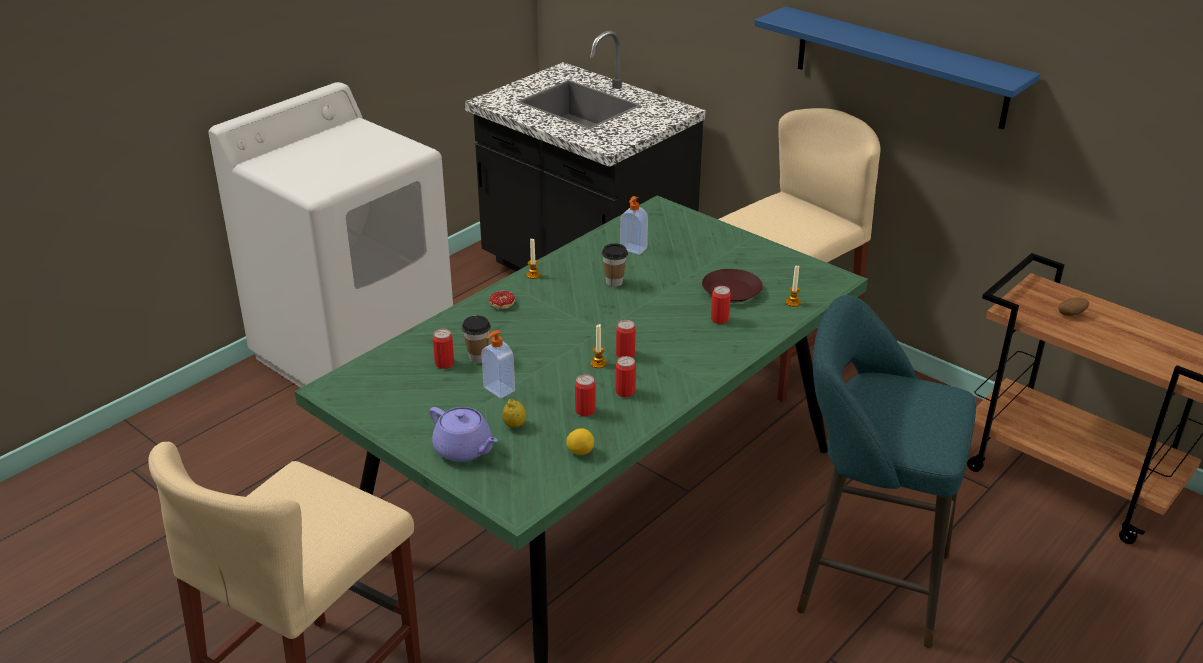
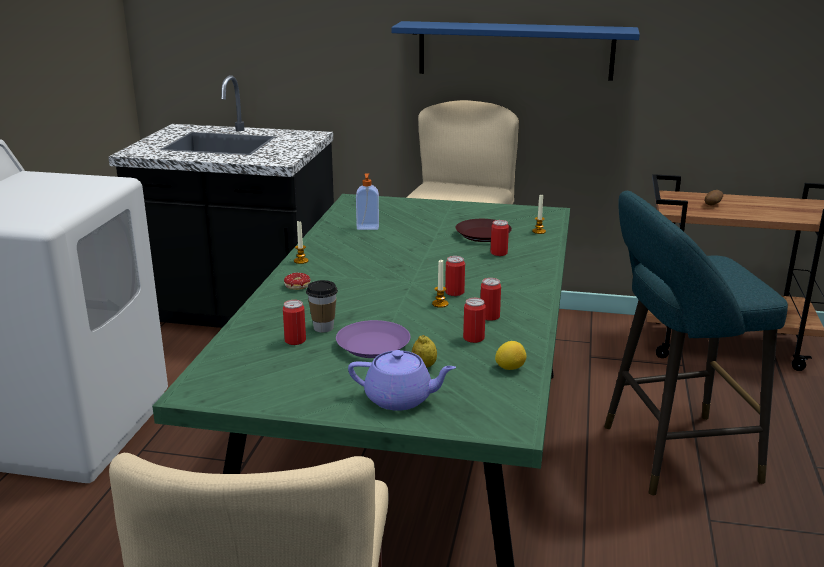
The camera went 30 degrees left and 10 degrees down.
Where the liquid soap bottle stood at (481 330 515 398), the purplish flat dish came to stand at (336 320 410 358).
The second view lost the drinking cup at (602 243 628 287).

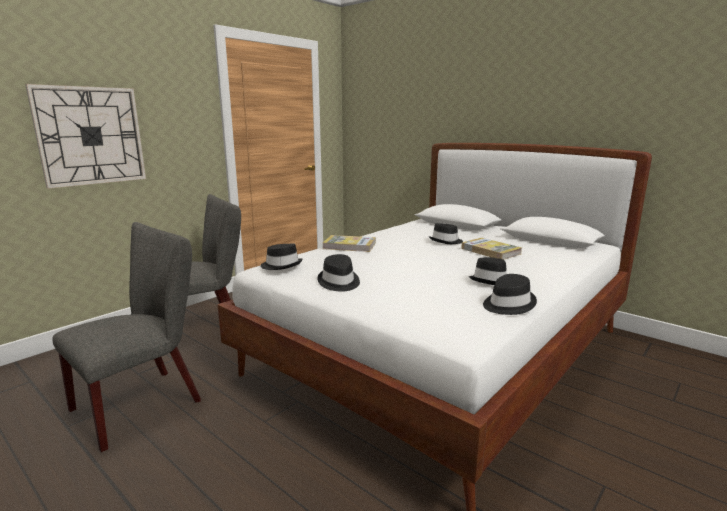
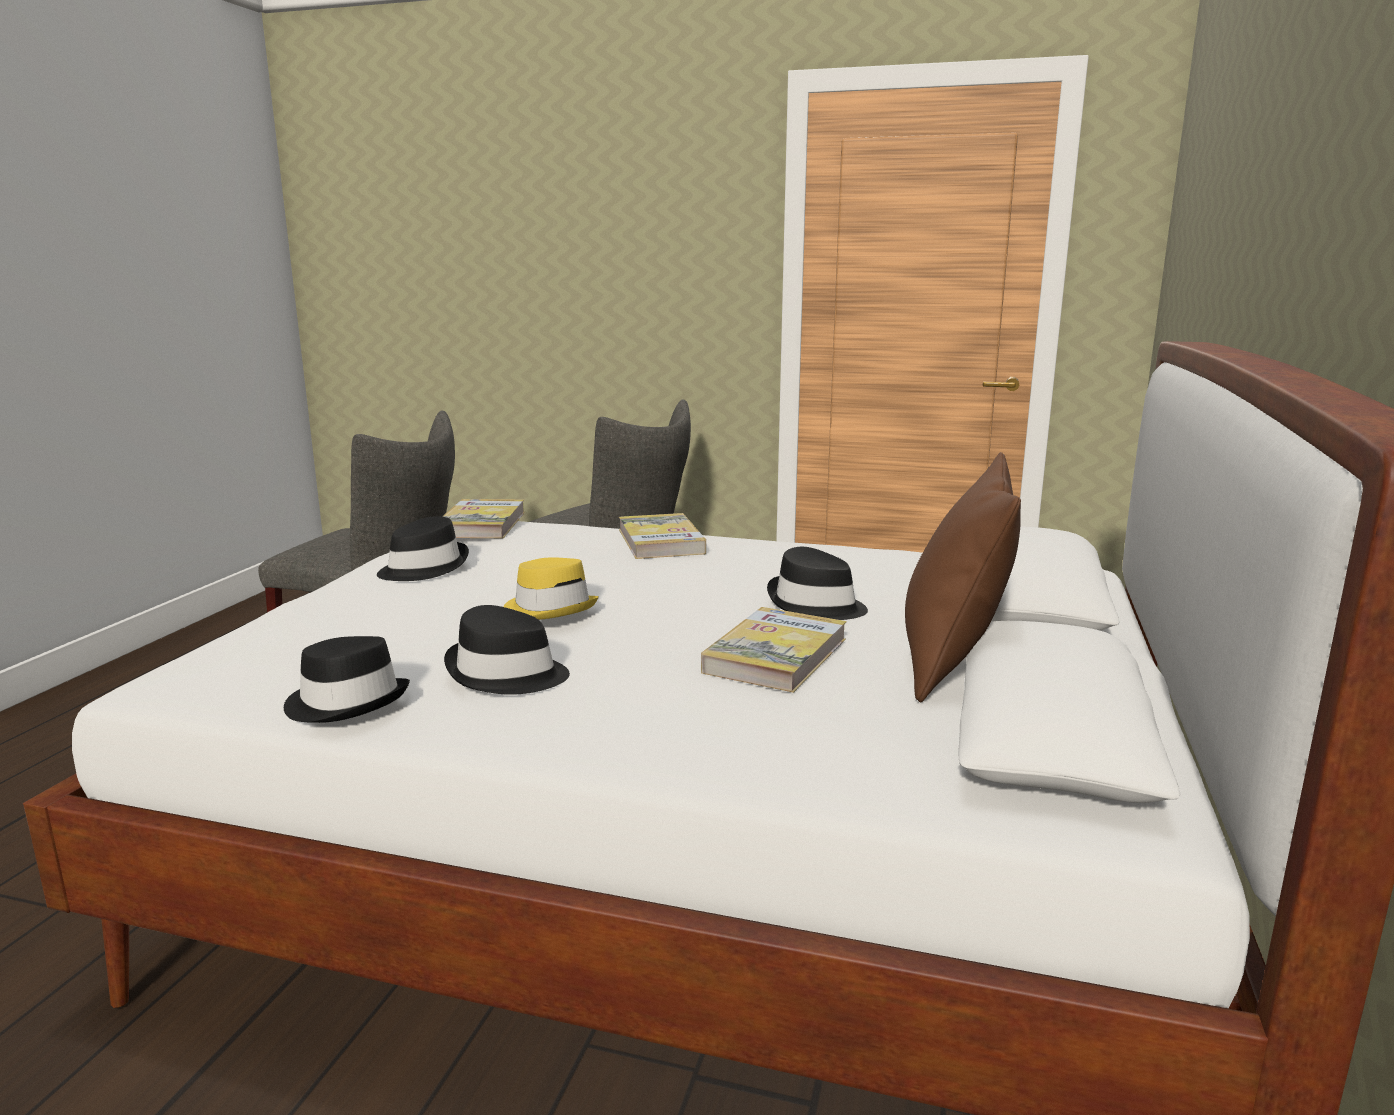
The camera went 65 degrees right and 0 degrees up.
Where the black hat stood at (261 244 302 270), the book came to stand at (442 499 525 538).
The second view gained the yellow-coloured hat at (503 557 599 620).
The second view gained the brownish pillow at (905 452 1021 703).
The second view lost the clock on the wall at (25 84 146 189).

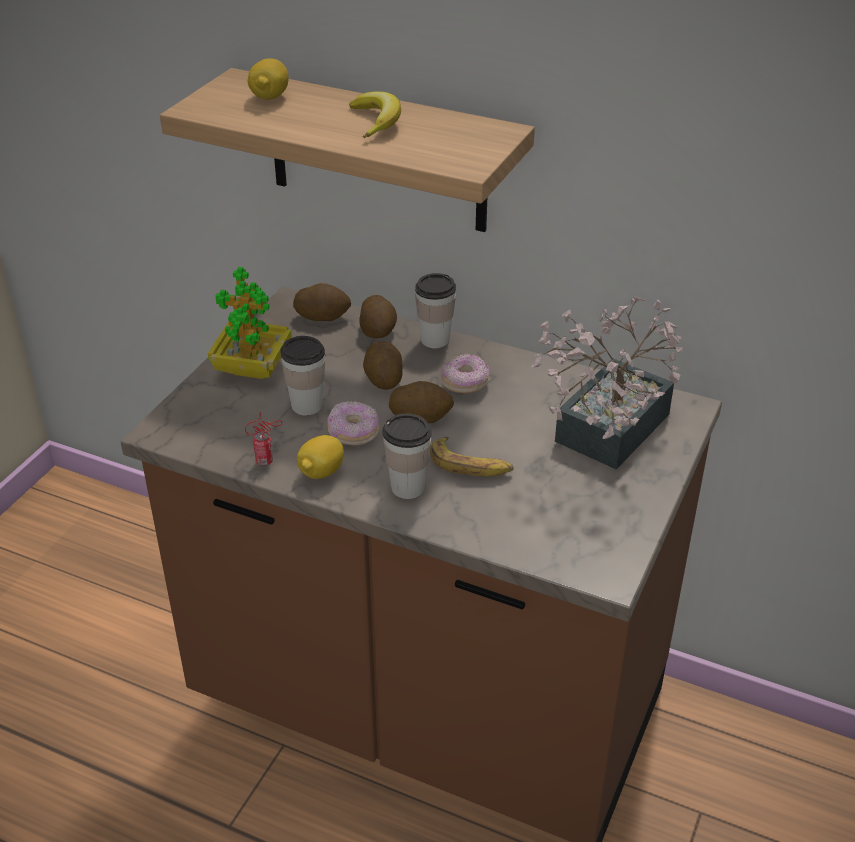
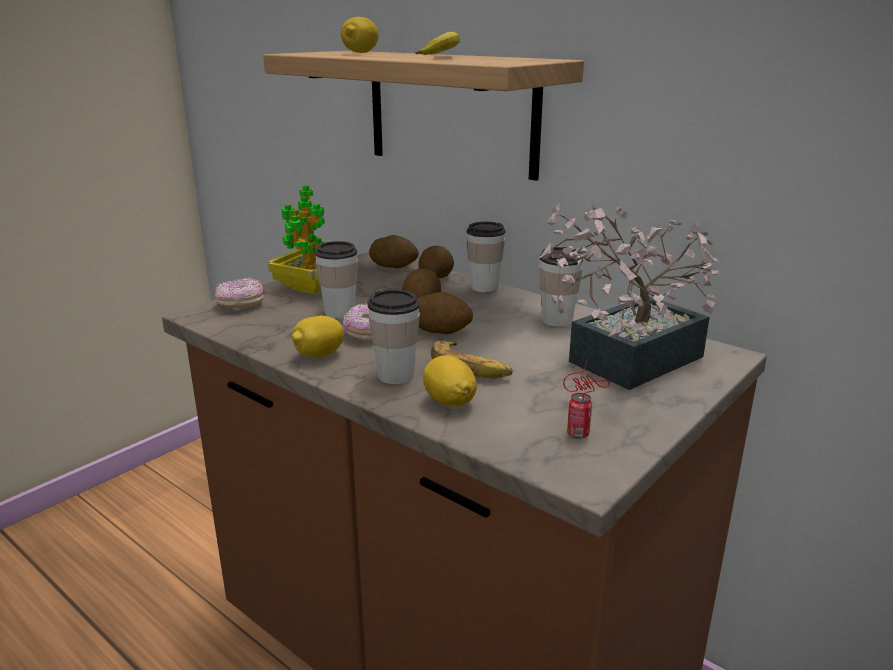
The camera went 15 degrees right and 15 degrees down.
The ring doughnut ended up elsewhere, having gone from (441 353 490 393) to (215 278 265 308).
The second view gained the citrus fruit at (423 355 477 407).
The second view gained the drinking cup at (539 247 583 327).
The can ended up elsewhere, having gone from (245 412 282 466) to (563 361 610 439).

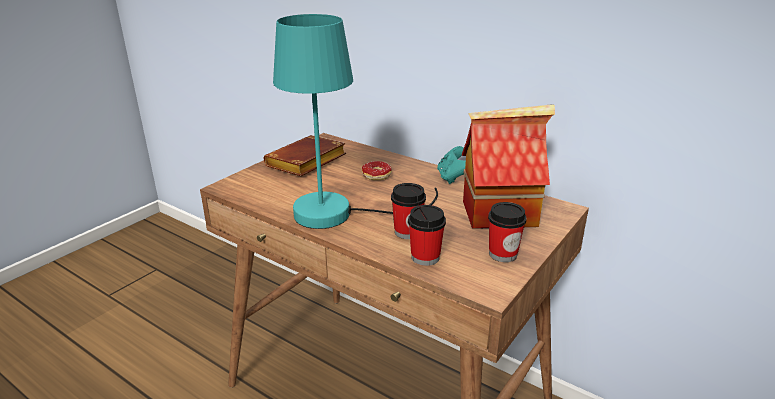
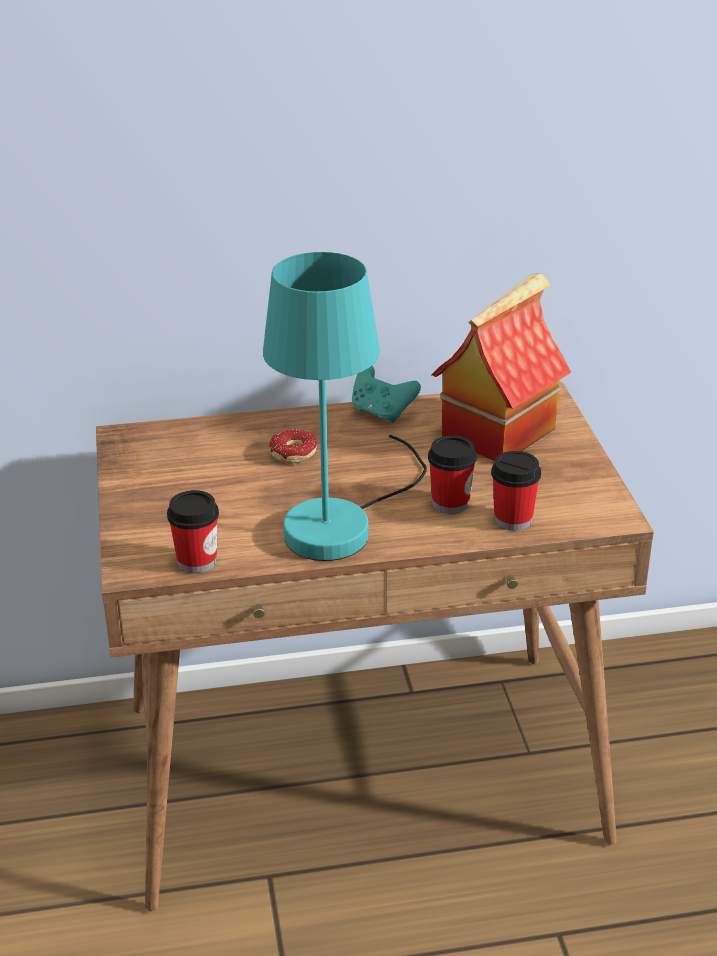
The camera went 45 degrees left and 5 degrees up.
The drinking cup ended up elsewhere, having gone from (488 202 527 262) to (167 490 219 573).
The second view lost the brownish book at (264 135 346 176).

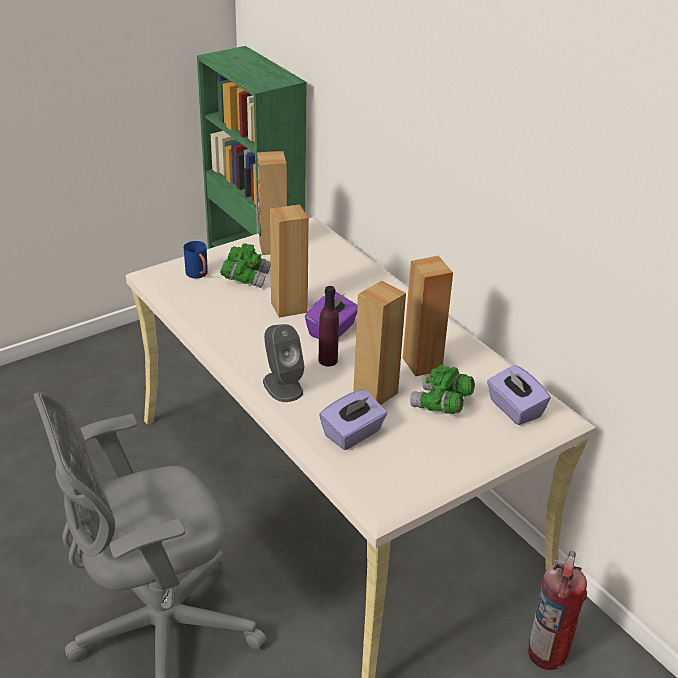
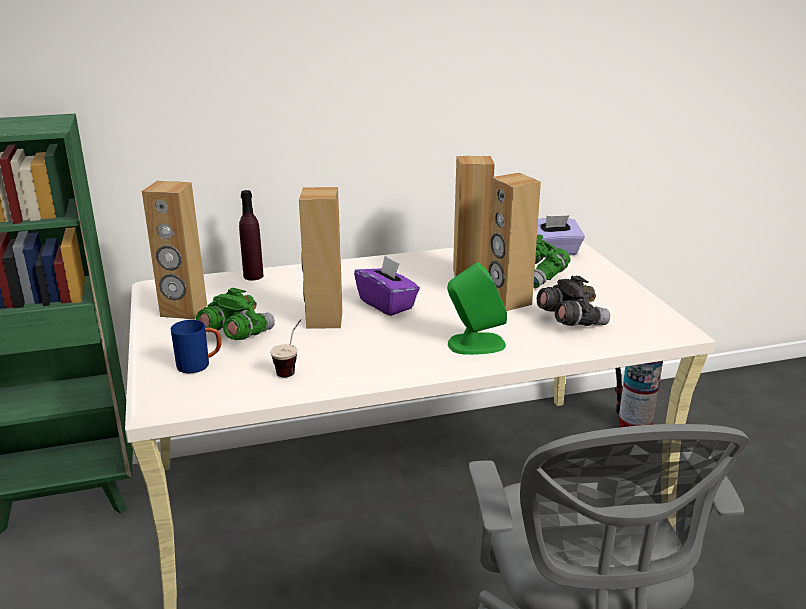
The camera went 70 degrees left and 10 degrees down.
The purplish beverage bottle ended up elsewhere, having gone from (319 286 339 366) to (239 190 263 280).
The second view gained the drinking cup at (270 319 301 378).
What was the greyish audio speaker at (263 324 305 402) turned into the green-coloured audio speaker at (447 262 507 355).
Where the purplish tissue holder stood at (319 389 387 450), the greyish binoculars came to stand at (536 276 610 326).

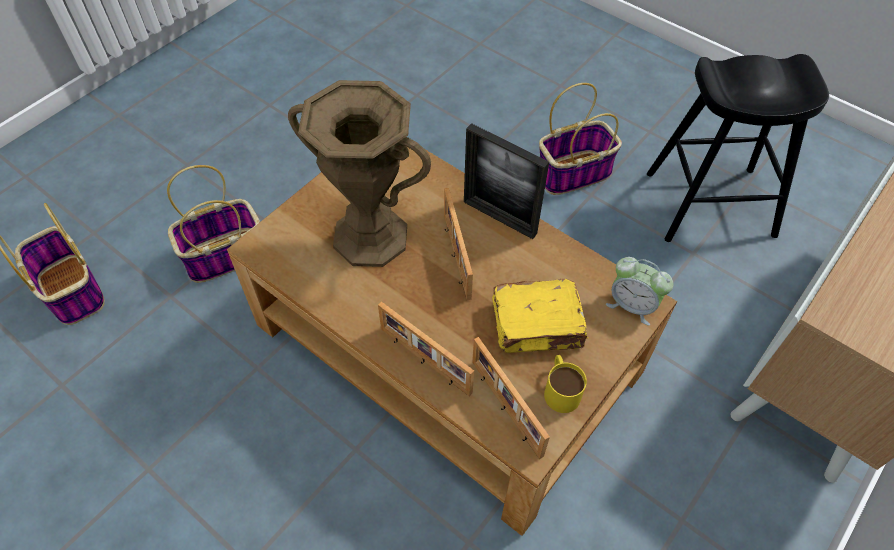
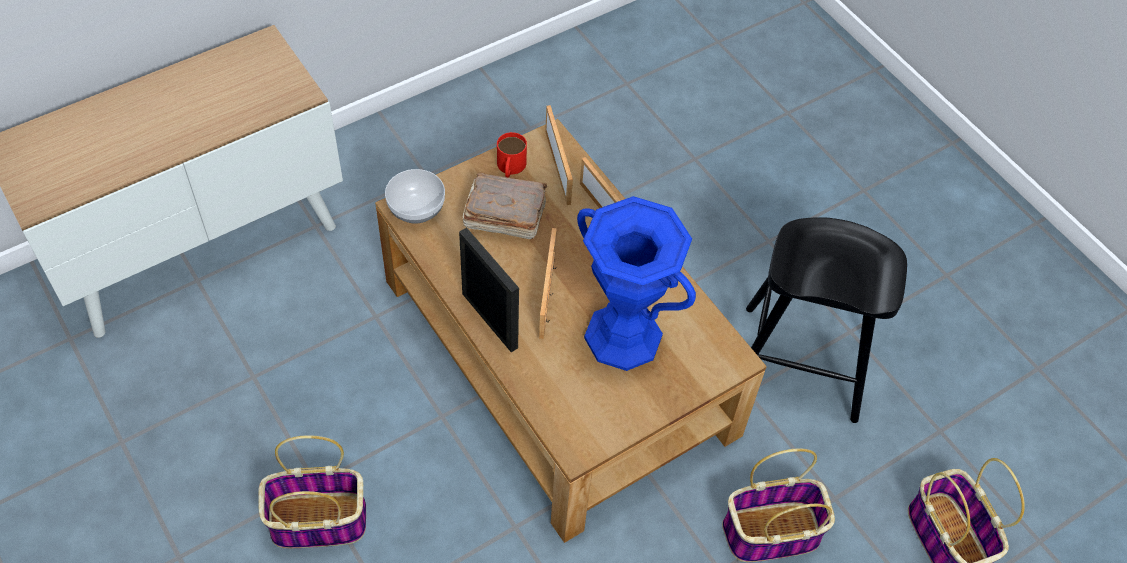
The camera went 165 degrees left and 0 degrees up.
Where the table clock stood at (606 257 673 326), the serving bowl came to stand at (385 169 445 223).
What was the yellow-coloured book at (492 279 588 353) turned into the brownish book at (462 172 547 239).
What was the yellow-coloured tea mug at (544 355 587 413) turned into the red tea mug at (497 132 527 178).
What was the brownish decorative vase at (288 80 431 267) turned into the blue-coloured decorative vase at (577 196 696 371).
The black sitting stool ended up elsewhere, having gone from (647 54 829 242) to (746 218 907 423).

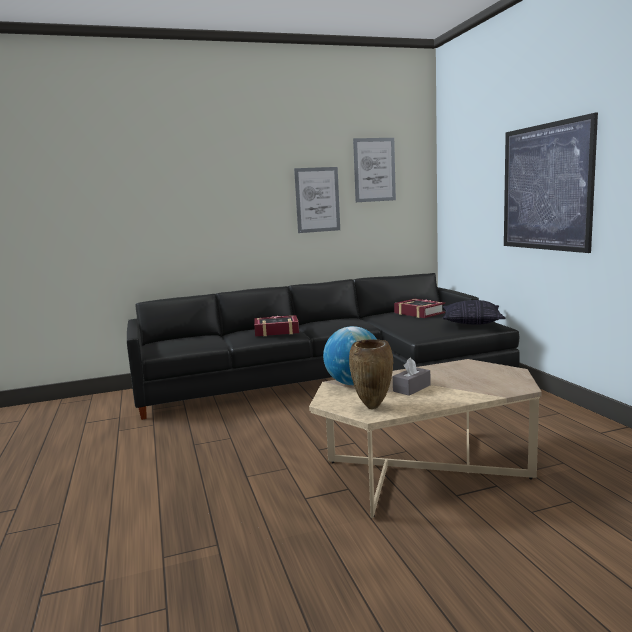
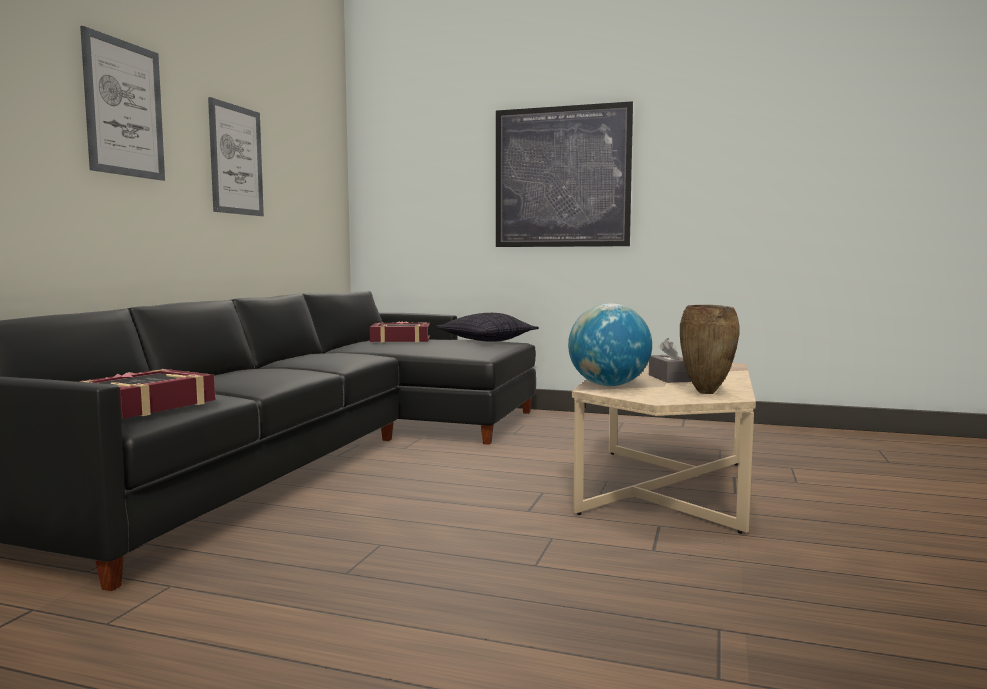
The camera went 55 degrees left and 5 degrees down.
The book ended up elsewhere, having gone from (254 315 299 336) to (79 369 215 419).
The picture ended up elsewhere, having gone from (353 138 396 202) to (80 26 165 181).

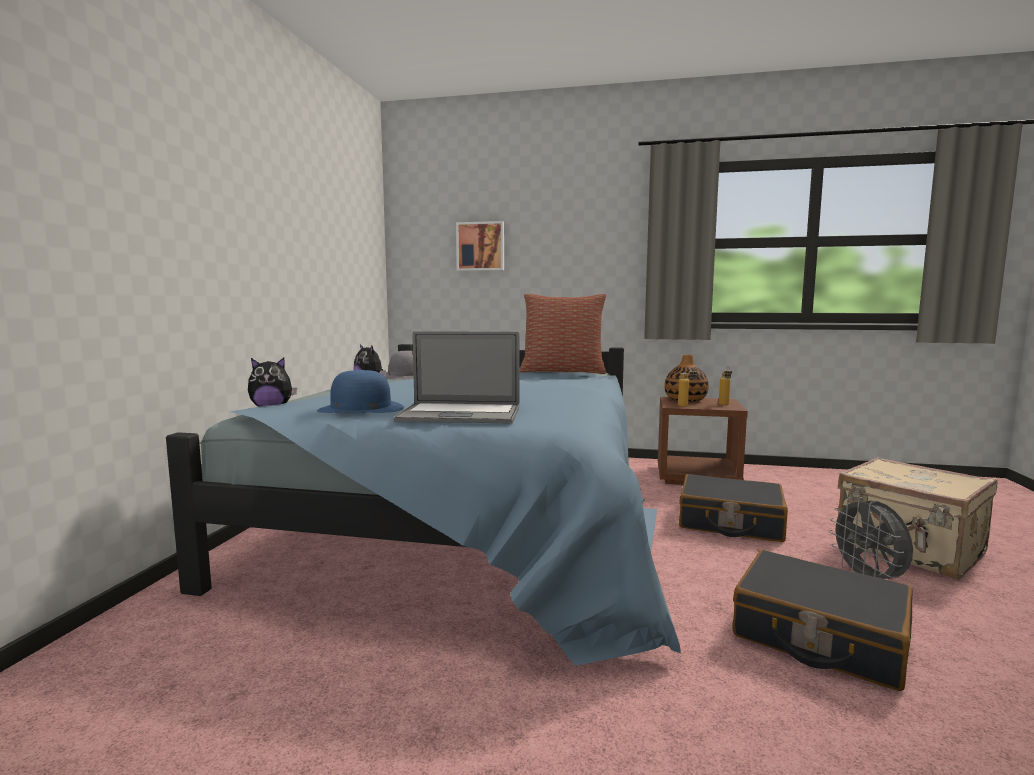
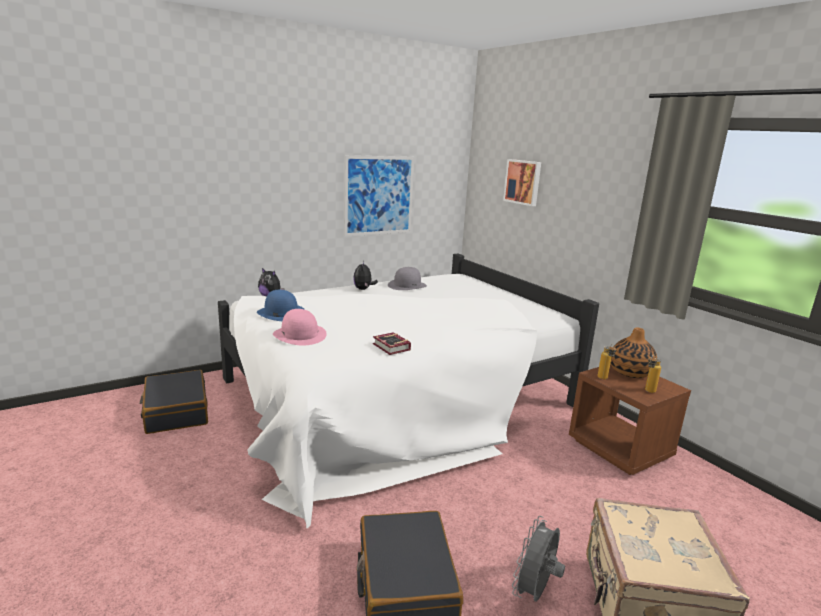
The camera went 45 degrees right and 10 degrees up.
The black piece of luggage ended up elsewhere, having gone from (679 474 788 542) to (140 370 208 434).
What was the blue-coloured bed at (166 344 681 666) turned into the white bed at (218 254 599 529).
Where the notebook computer stood at (393 331 520 424), the pinkish hat came to stand at (273 309 327 345).
The second view gained the picture at (344 155 414 236).
The second view gained the book at (373 332 411 355).
The second view lost the pillow at (520 294 606 374).

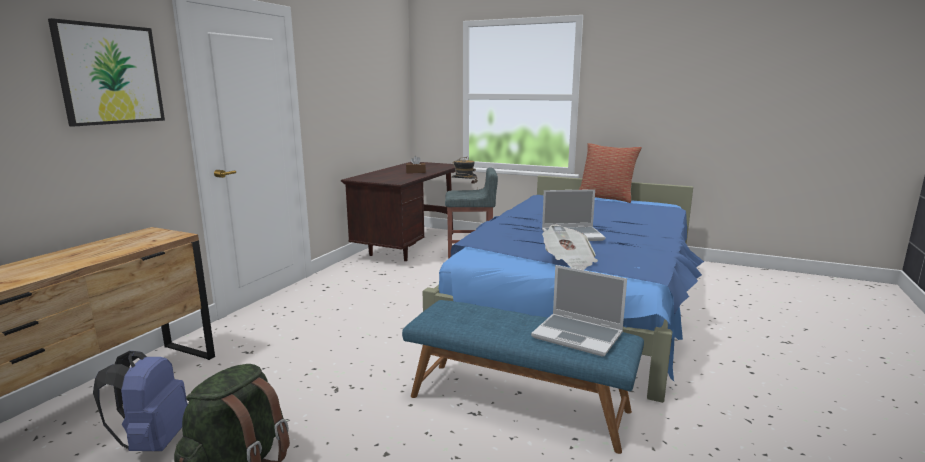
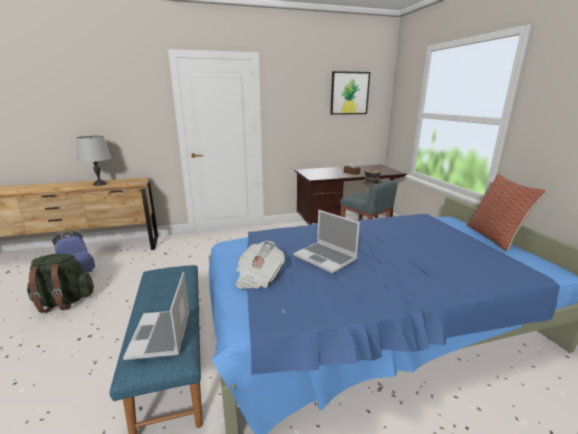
The camera went 50 degrees right and 5 degrees up.
The second view gained the greyish lamp for a table at (76 136 111 186).
The picture ended up elsewhere, having gone from (48 18 165 127) to (330 71 370 115).

